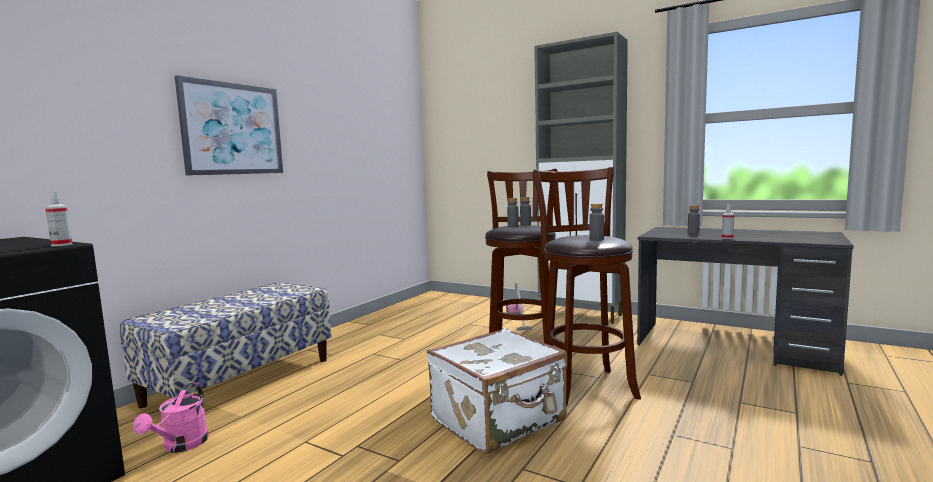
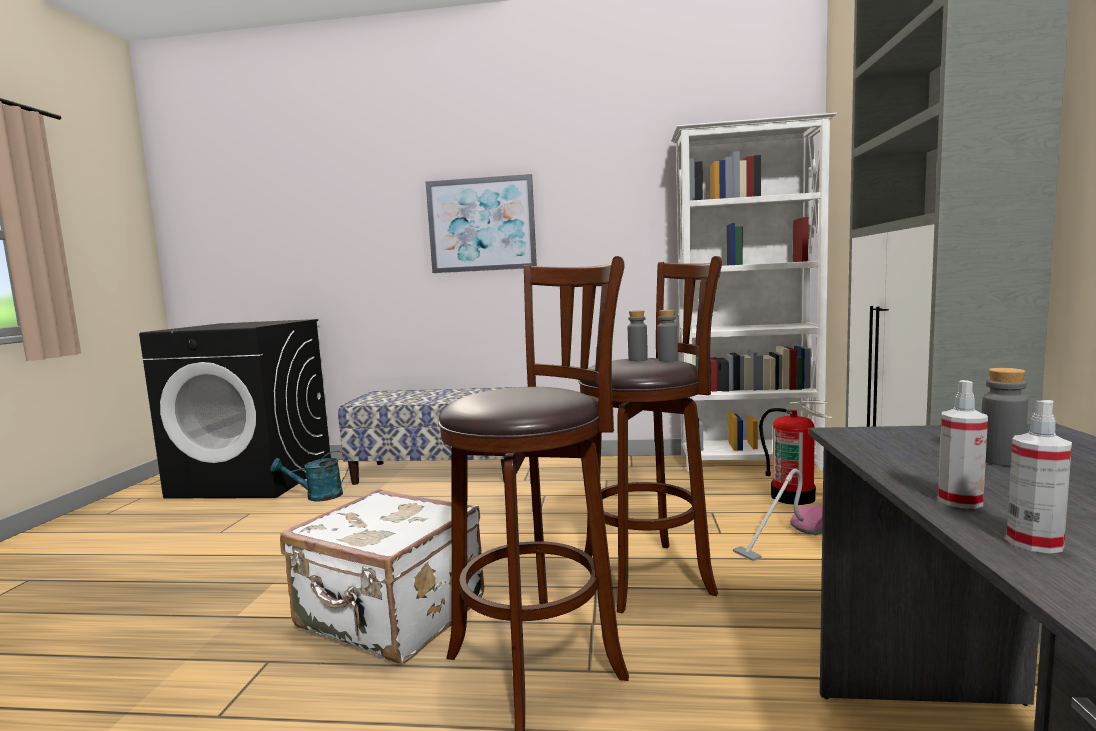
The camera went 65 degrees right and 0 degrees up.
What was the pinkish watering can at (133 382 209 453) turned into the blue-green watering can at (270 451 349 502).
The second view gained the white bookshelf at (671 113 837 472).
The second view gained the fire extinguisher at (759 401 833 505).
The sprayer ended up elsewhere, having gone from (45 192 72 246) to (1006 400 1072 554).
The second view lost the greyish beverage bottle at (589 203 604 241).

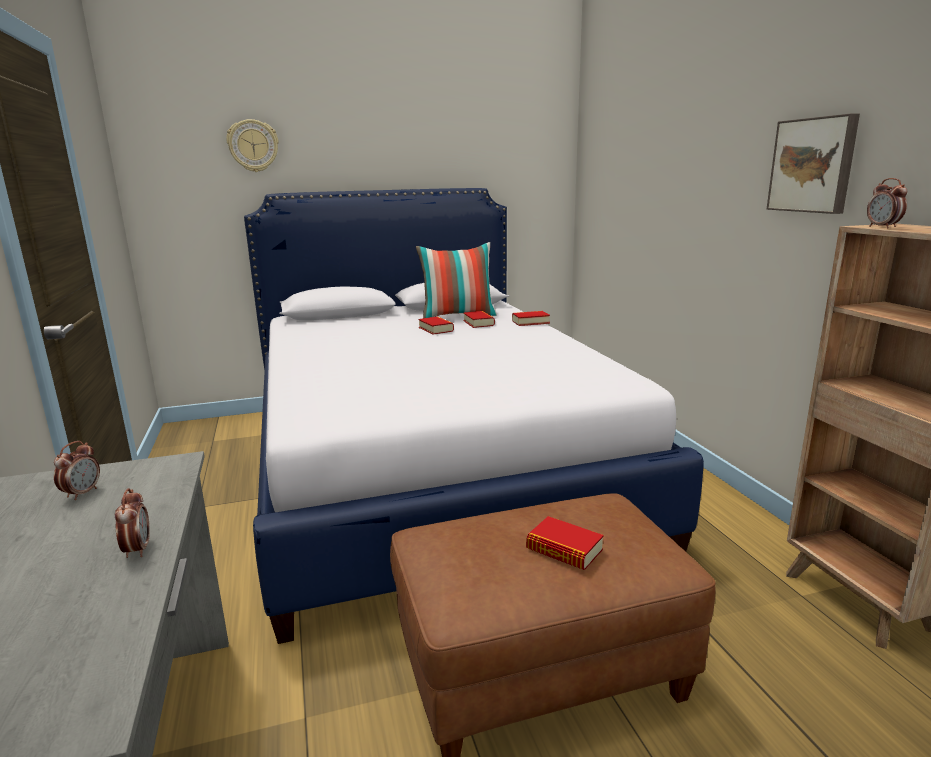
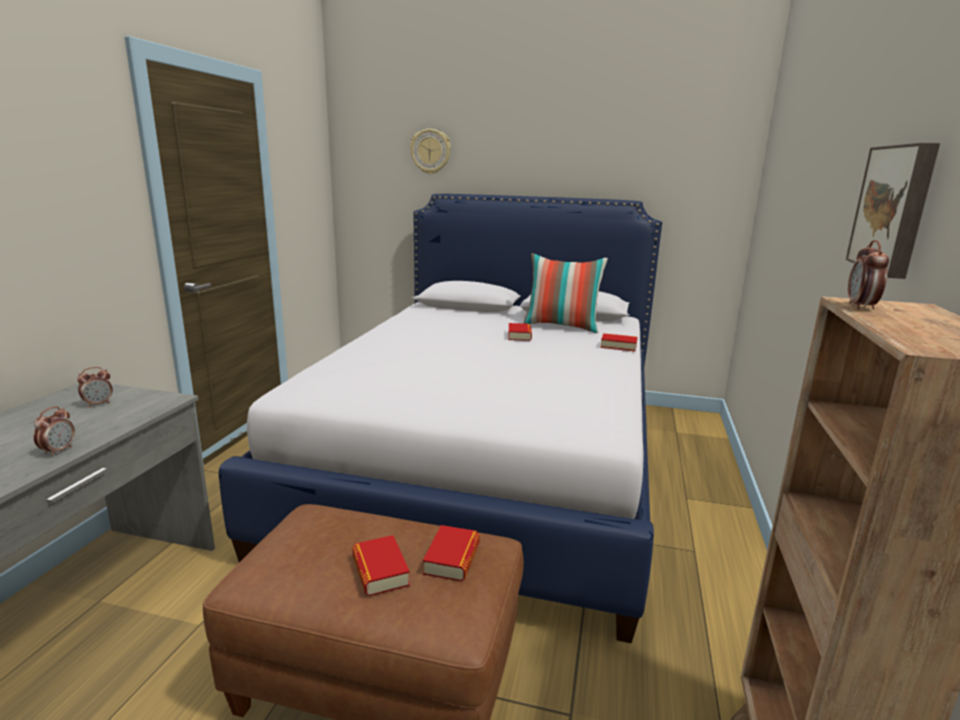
The camera went 30 degrees right and 0 degrees up.
The book ended up elsewhere, having gone from (464 311 495 328) to (423 525 480 582).

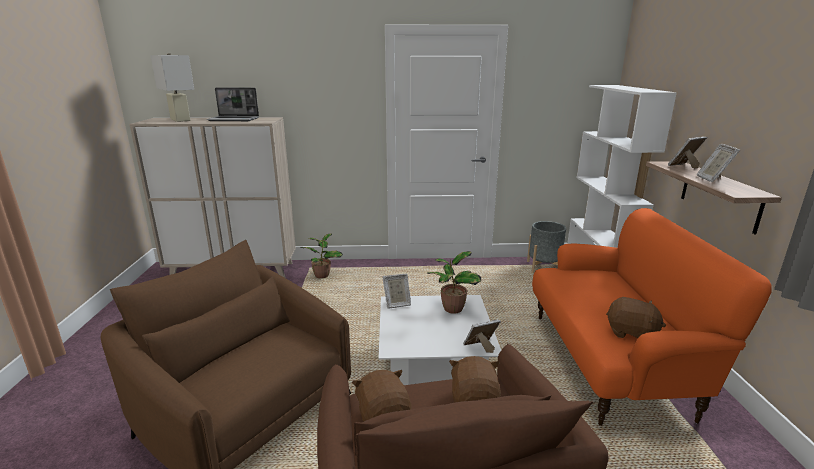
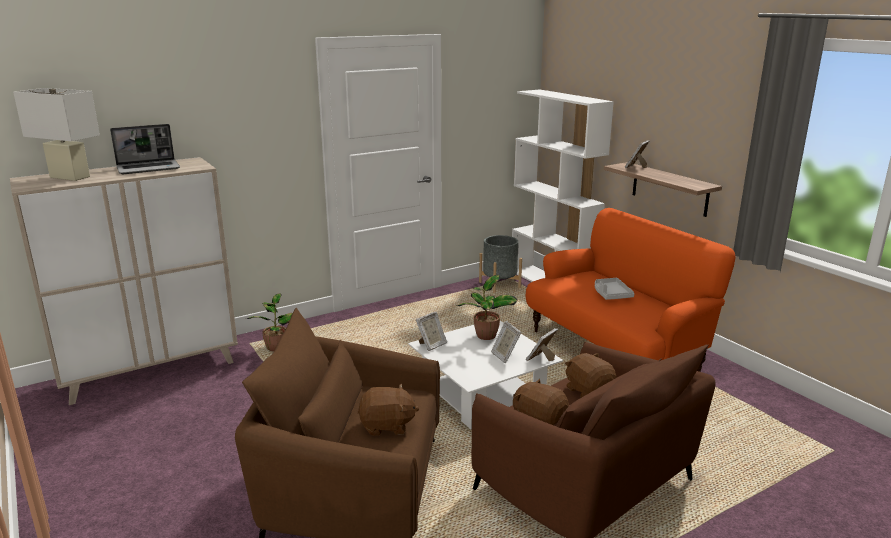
The camera went 30 degrees left and 0 degrees up.
The brownish plush toy ended up elsewhere, having gone from (606 297 666 339) to (358 384 419 436).
The standing frame ended up elsewhere, having gone from (697 144 740 182) to (491 321 521 363).
The second view gained the greyish serving tray at (595 278 635 300).

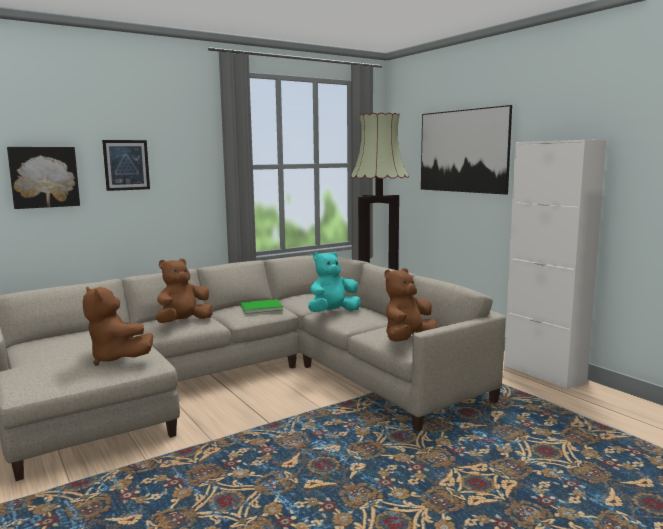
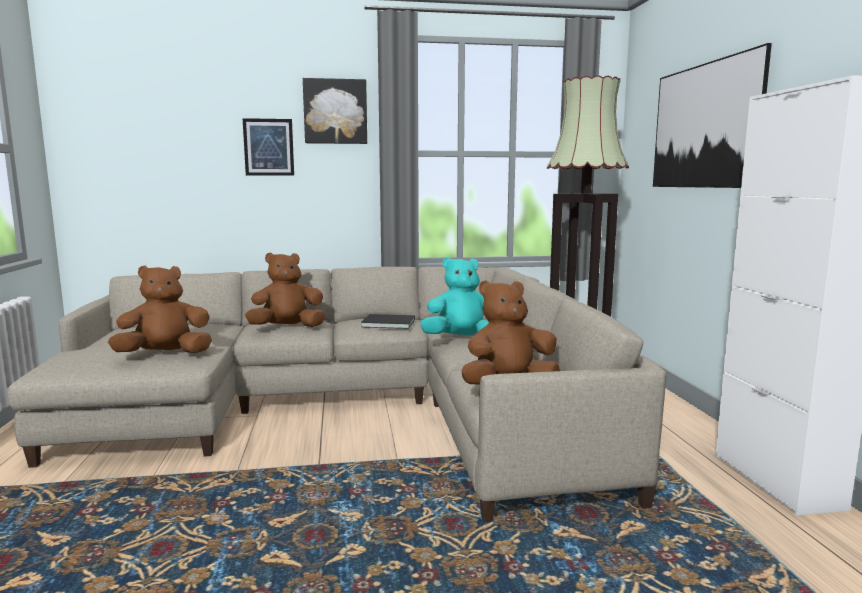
The camera went 25 degrees right and 0 degrees up.
The brownish plush toy at (83 287 153 366) ended up facing another way, 90 degrees clockwise from before.
The picture ended up elsewhere, having gone from (7 147 80 209) to (303 78 367 144).
What was the green-coloured book at (240 299 283 314) turned into the black book at (361 314 415 329).

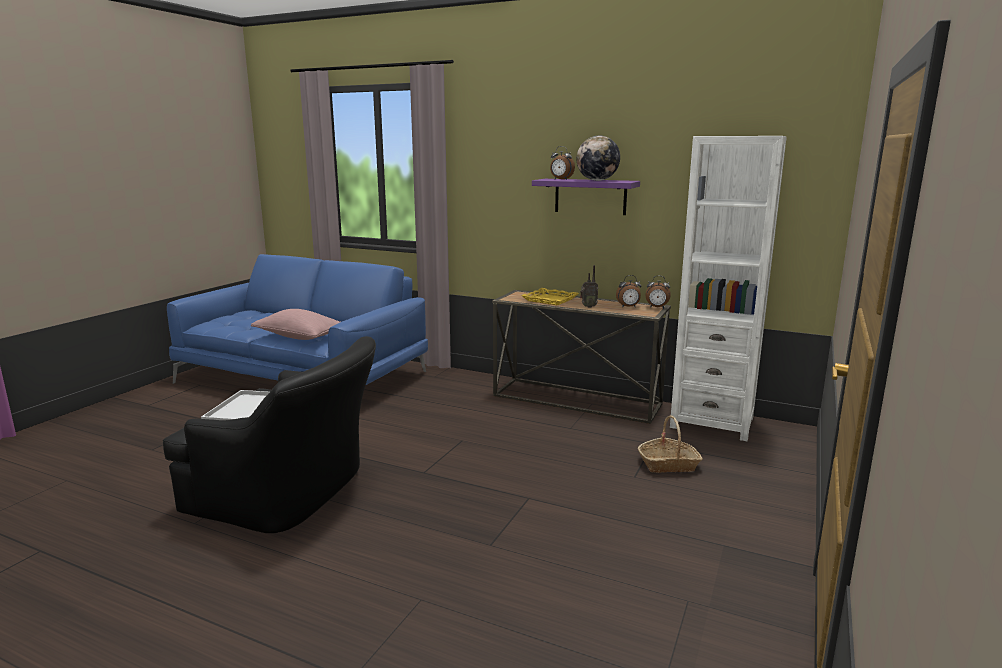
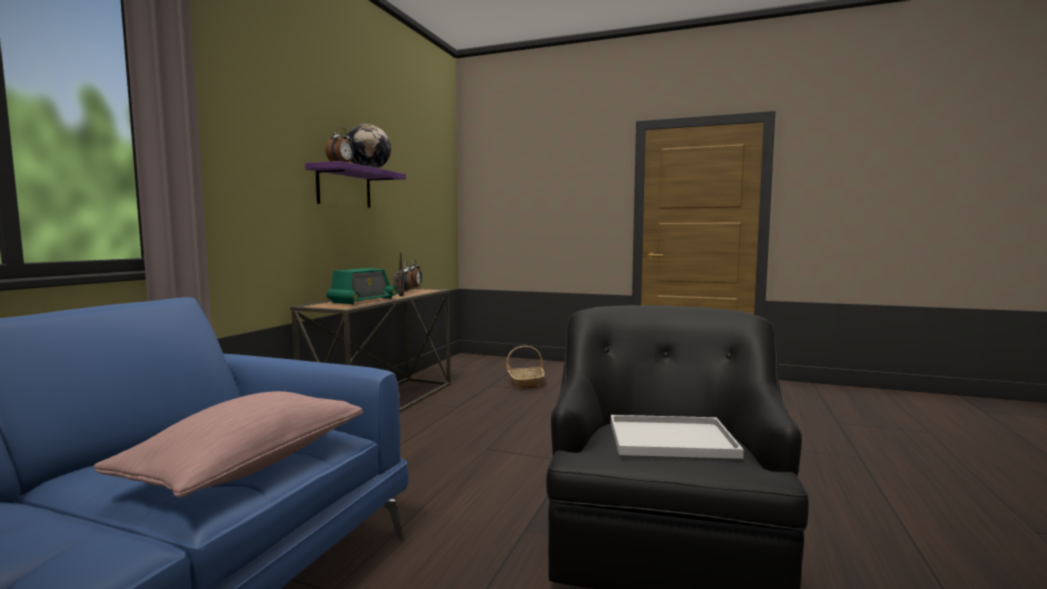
The camera went 95 degrees left and 10 degrees down.
Where the yellow-coloured serving tray stood at (521 288 579 305), the radio receiver came to stand at (327 268 398 304).
The second view lost the white bookshelf at (670 136 787 441).

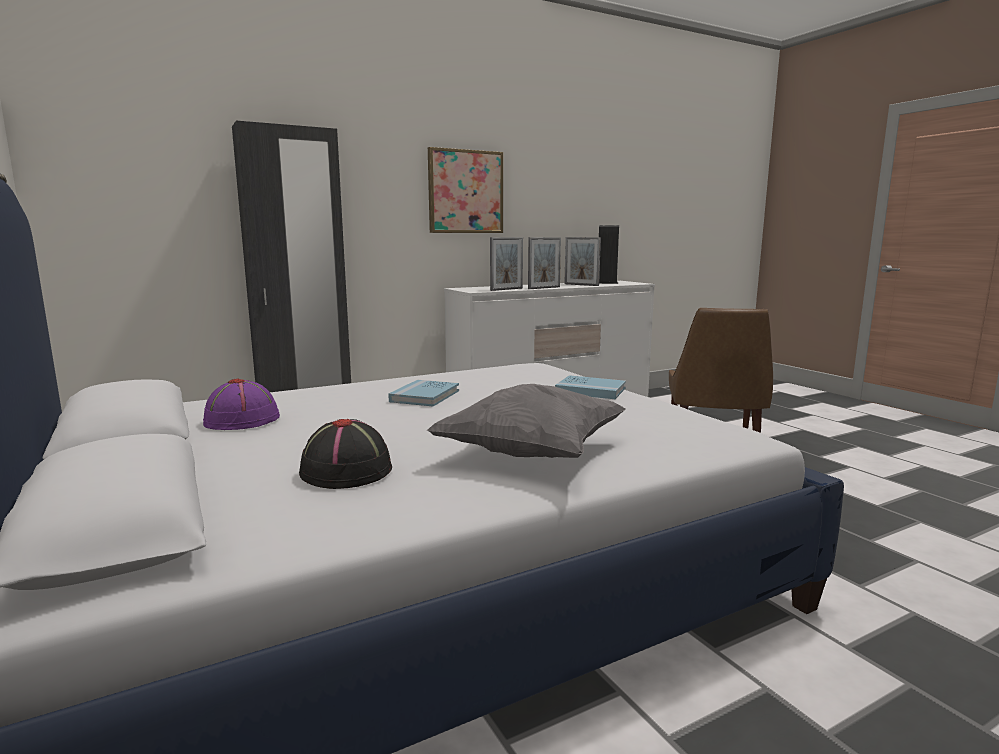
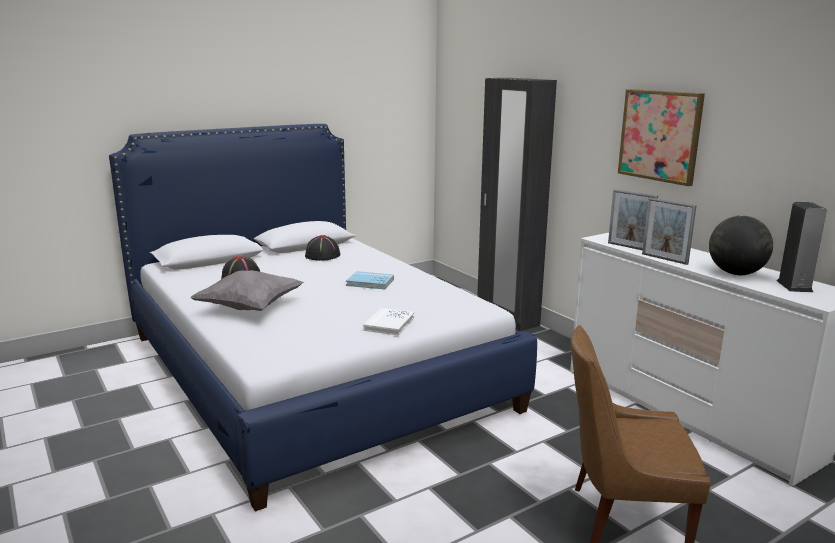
The camera went 85 degrees right and 5 degrees up.
What was the purplish hat at (203 378 280 430) turned into the black hat at (305 235 340 261).
What was the blue-coloured book at (555 375 626 399) turned into the white book at (363 308 414 335).
Where the standing frame stood at (564 237 601 286), the world globe came to stand at (709 215 773 275).

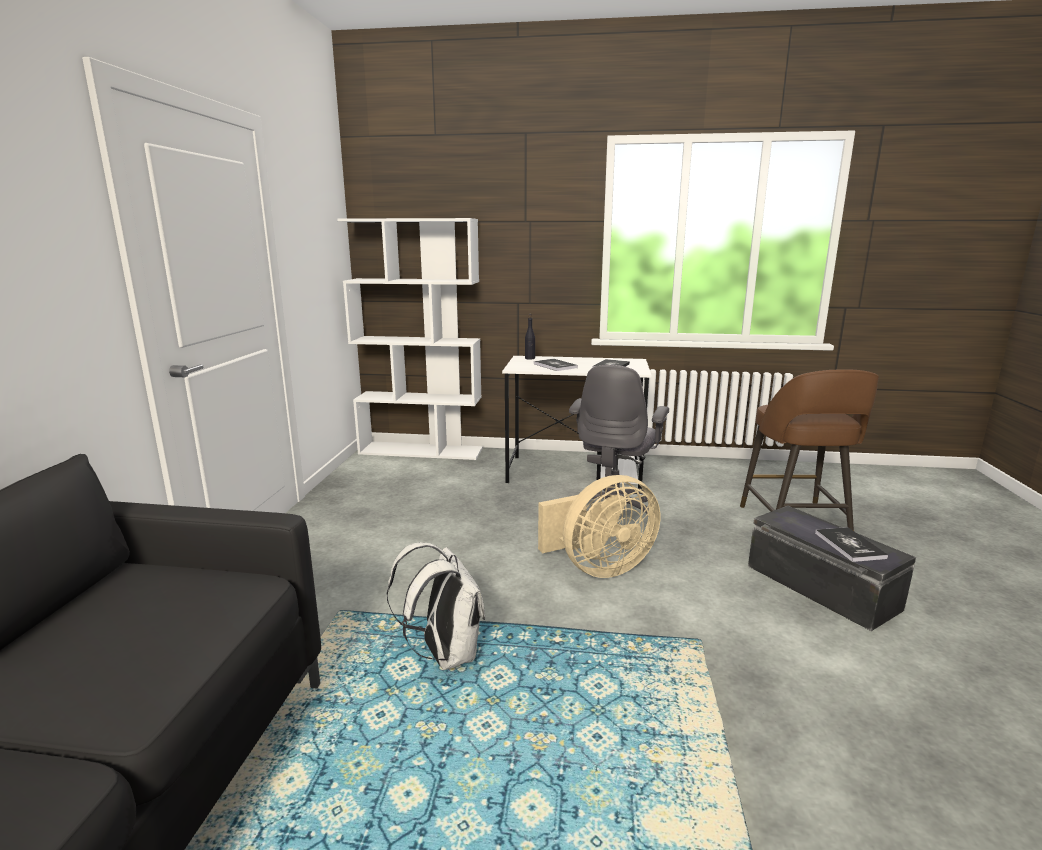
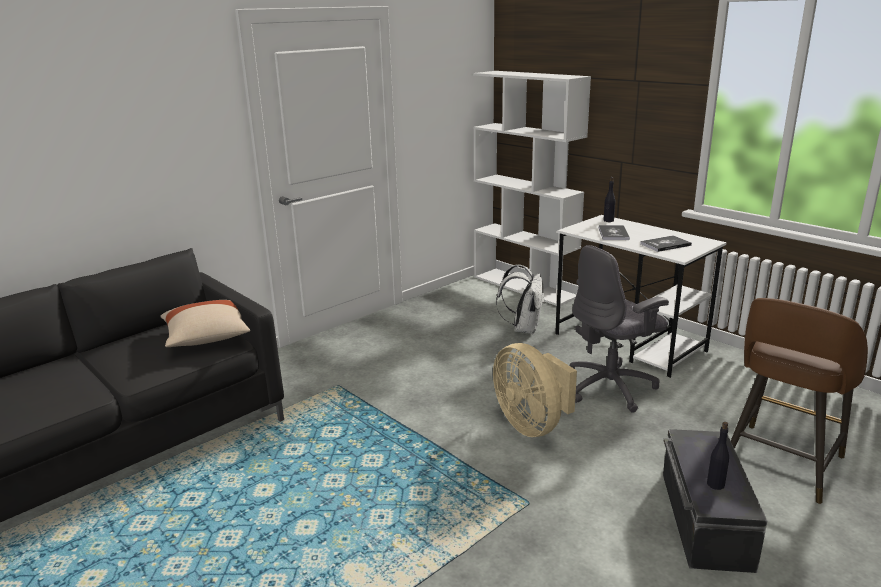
The camera went 40 degrees right and 5 degrees up.
The second view gained the sand-coloured pillow at (160 300 250 347).
The sand-coloured cooling fan at (538 475 660 578) ended up facing another way, 45 degrees clockwise from before.
The white rucksack ended up elsewhere, having gone from (387 542 485 670) to (496 264 545 334).
Where the book stood at (815 527 888 562), the black beverage bottle came to stand at (707 422 729 490).

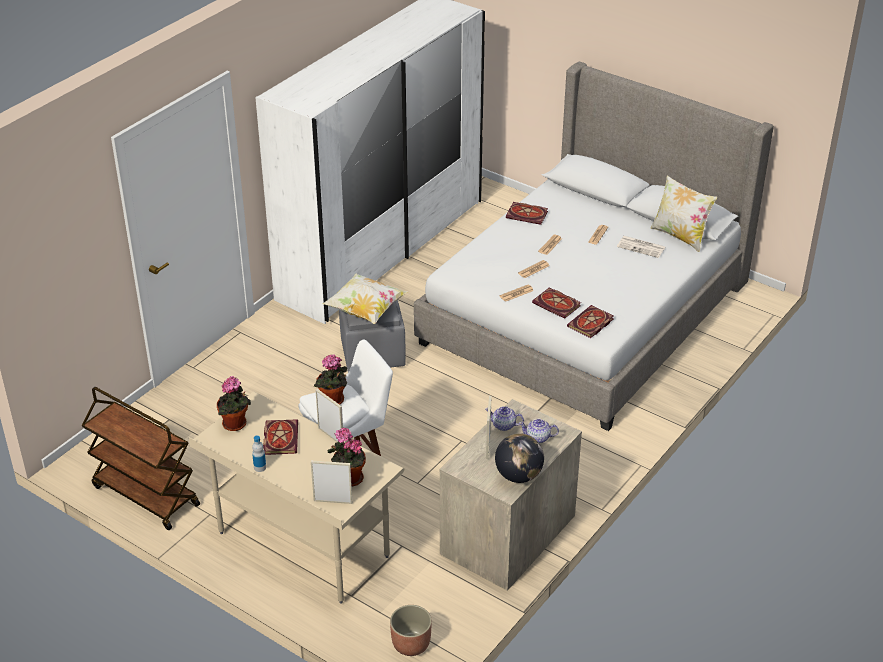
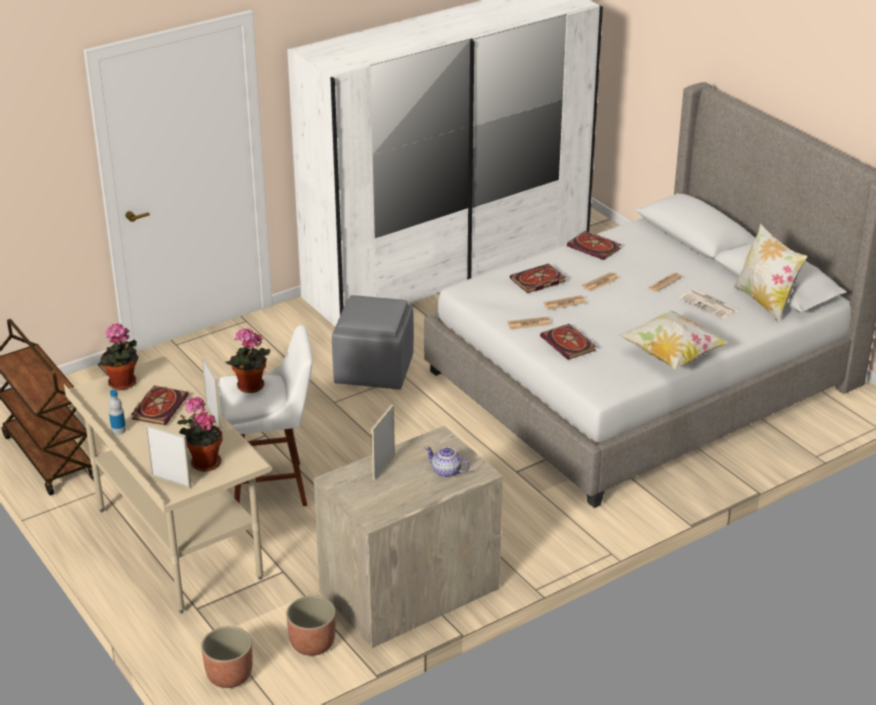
The camera went 20 degrees right and 5 degrees down.
The second view gained the plant pot at (286 596 336 656).
The book ended up elsewhere, having gone from (567 305 614 338) to (510 263 566 293).
The pillow ended up elsewhere, having gone from (323 274 407 324) to (619 310 729 370).
The second view lost the pot for tea at (485 406 524 431).
The second view lost the world globe at (495 433 544 483).

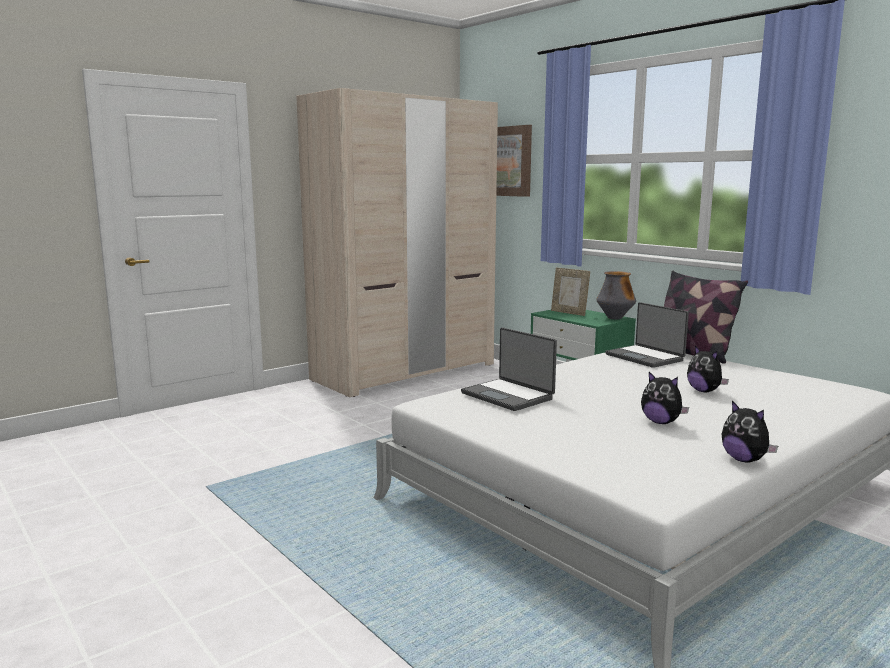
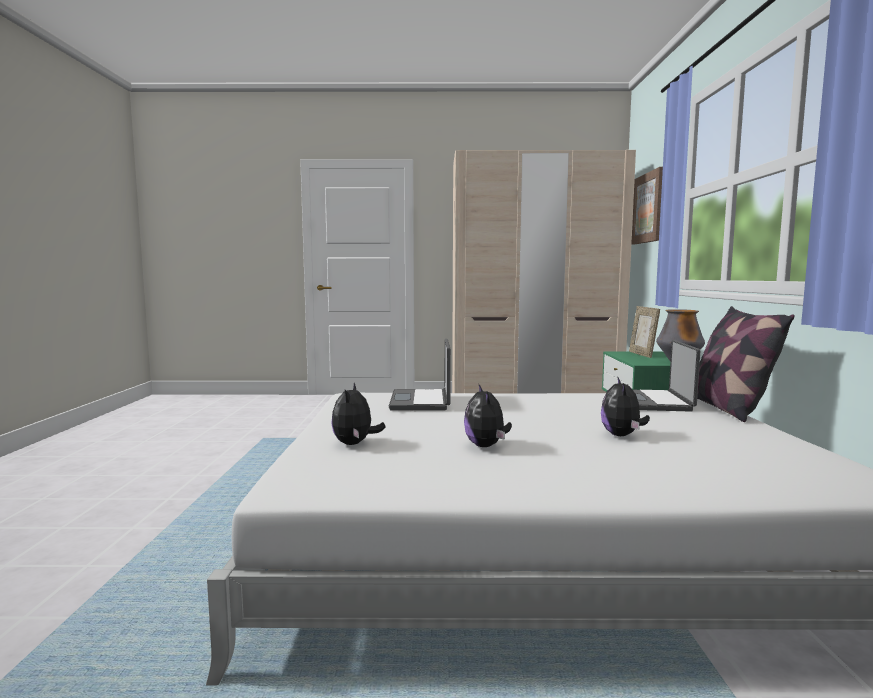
The camera went 40 degrees right and 5 degrees down.
The plush toy ended up elsewhere, having gone from (721 401 778 463) to (331 383 385 445).

